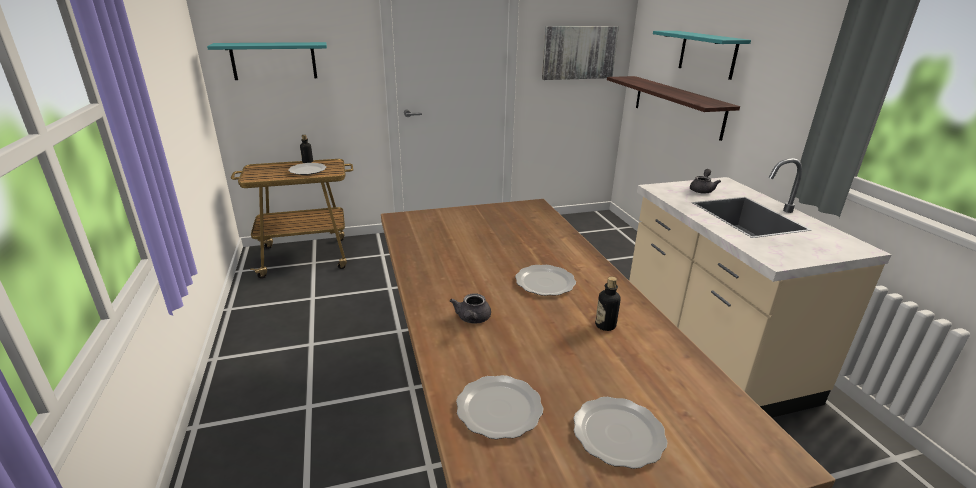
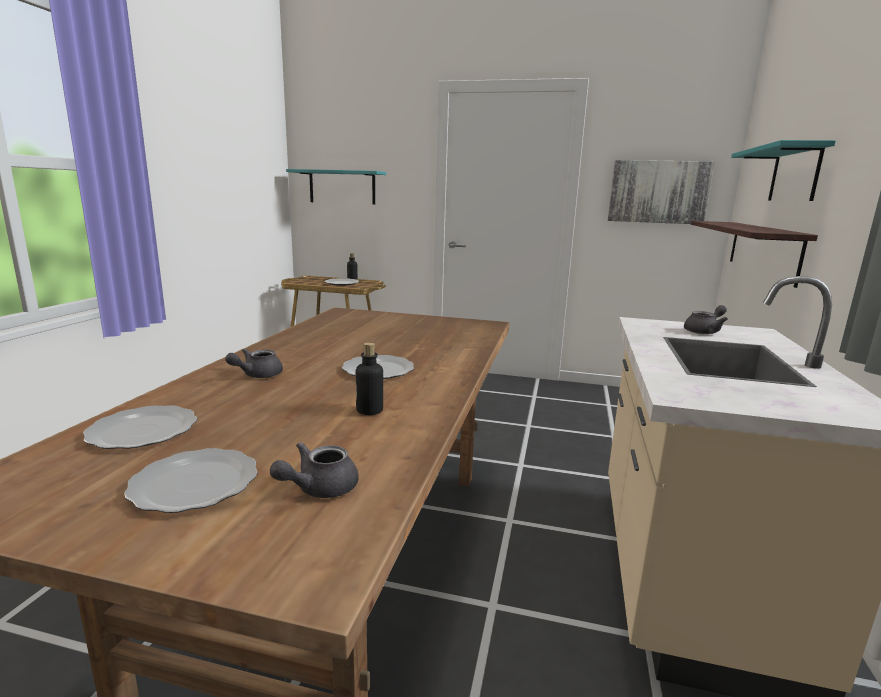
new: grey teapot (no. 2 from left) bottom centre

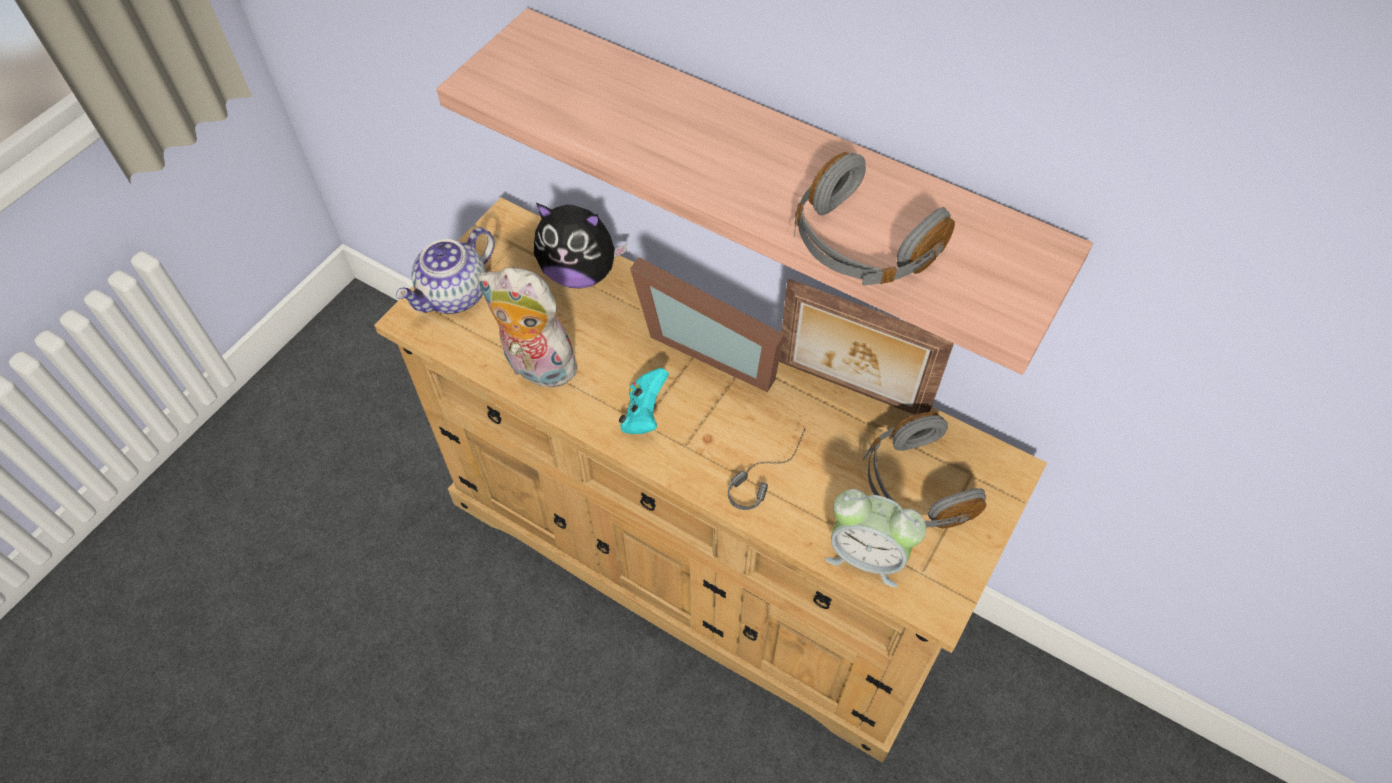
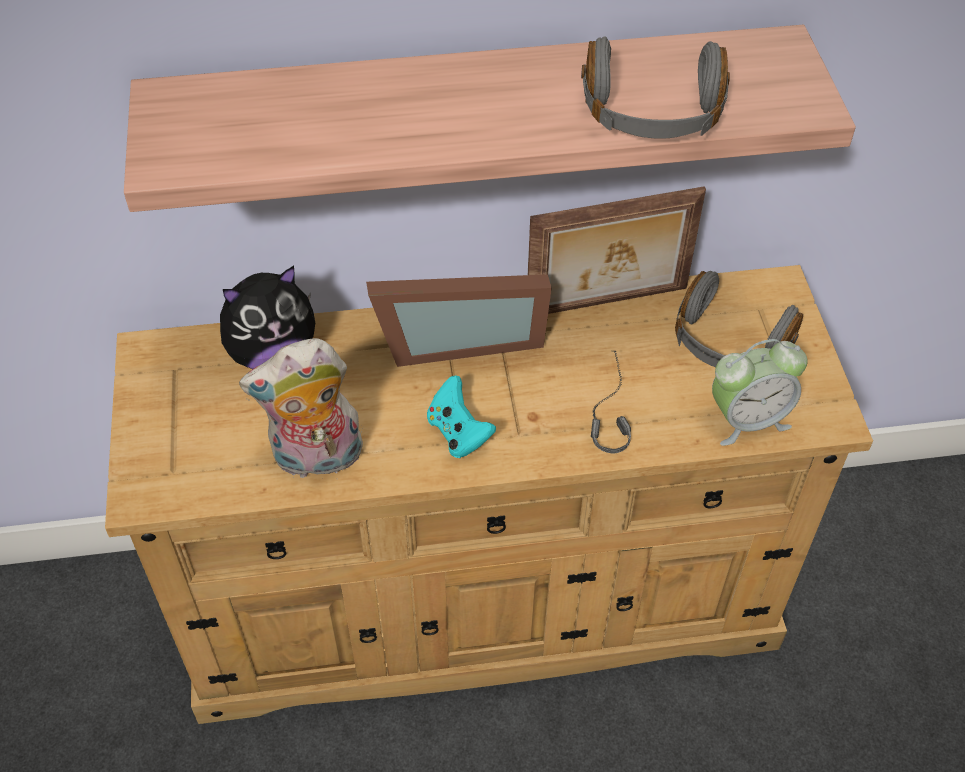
gone: teapot middle left

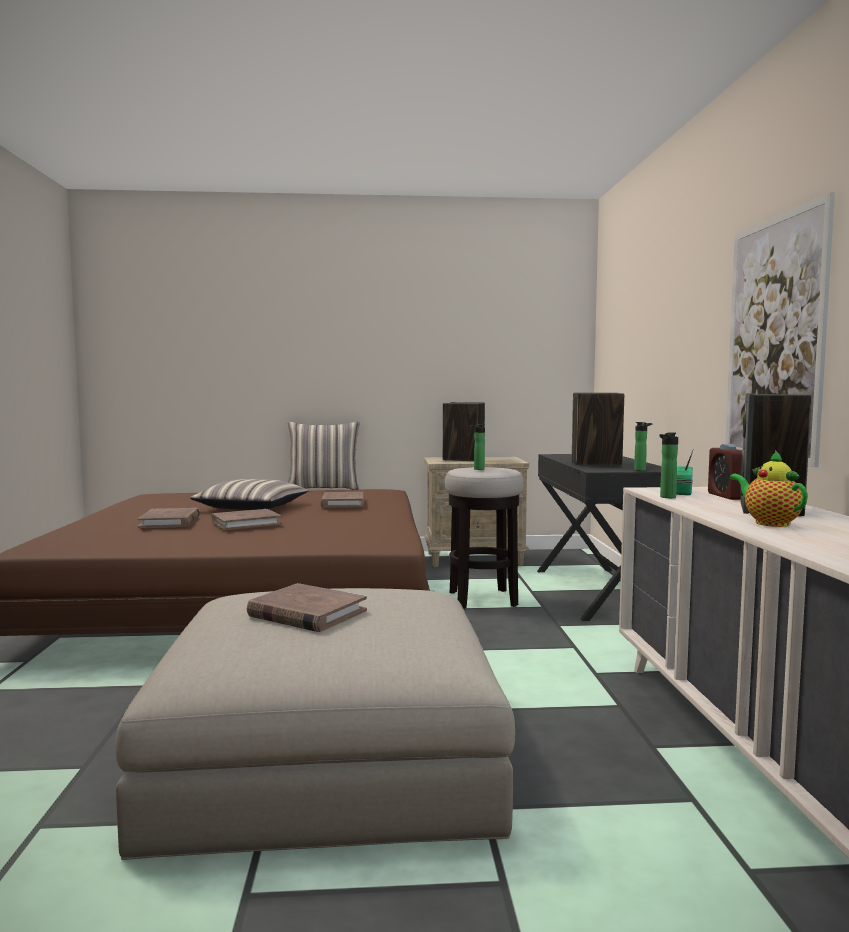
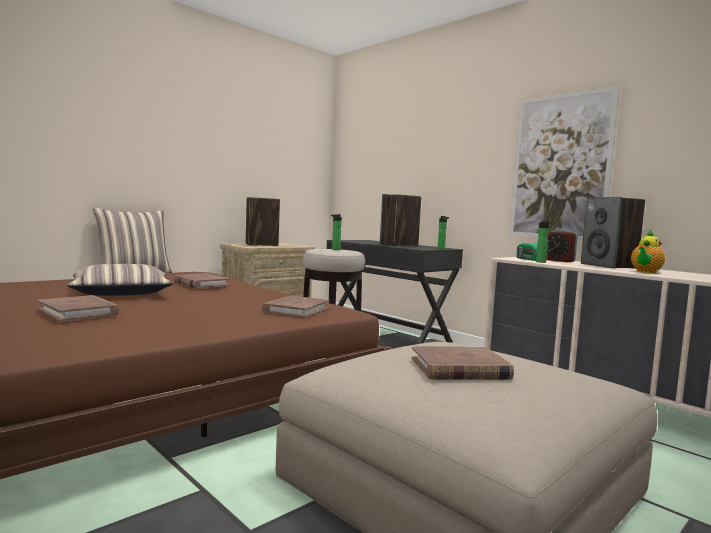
shifted: brown book (no. 2 from left in the first image) middle left to brown book (no. 3 from left) centre
rotated: teapot middle right = middle right 75 degrees counterclockwise

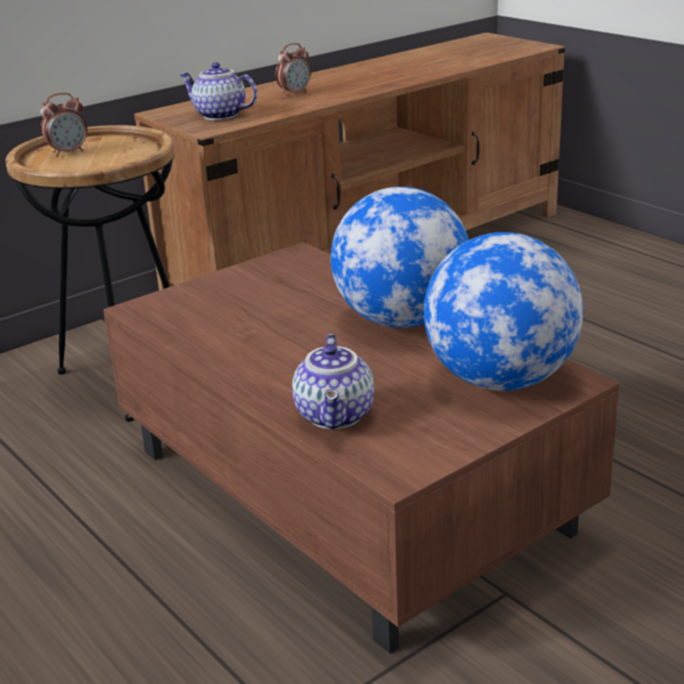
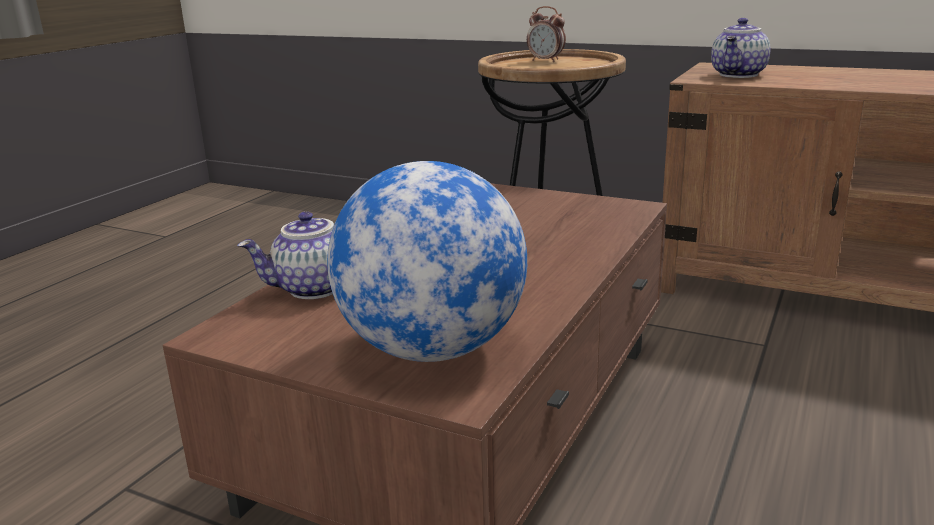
gone: alarm clock (no. 2 from left) top centre; globe (no. 1 from left) centre
rotated: teapot (no. 1 from left in the first image) top left = top right 150 degrees counterclockwise

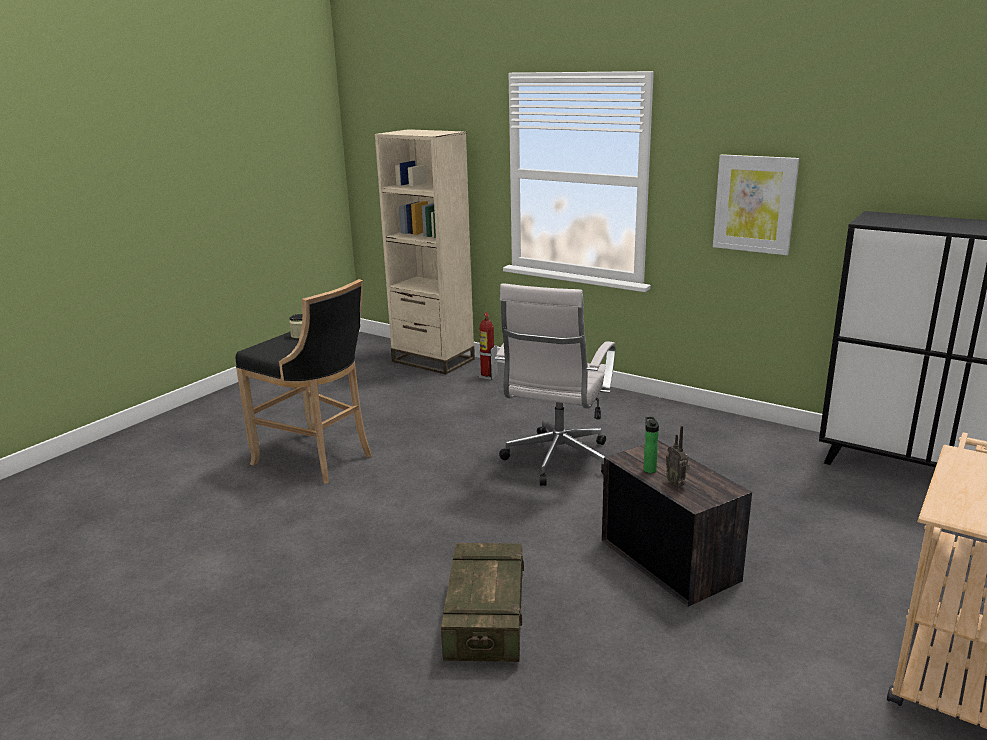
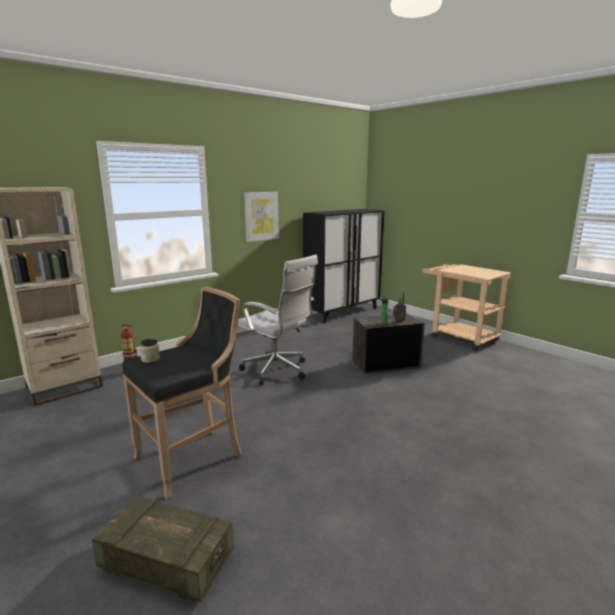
shifted: crate (no. 1 from left) bottom centre to bottom left

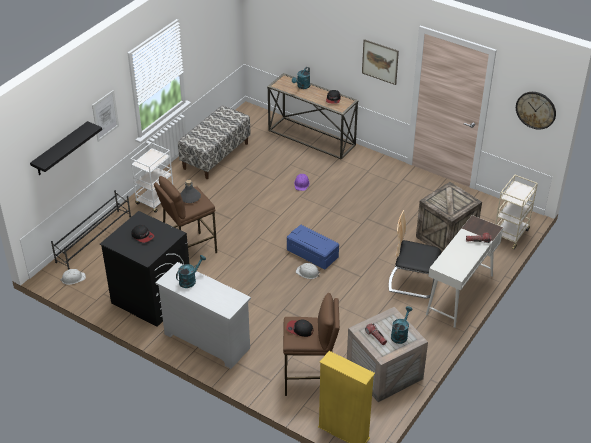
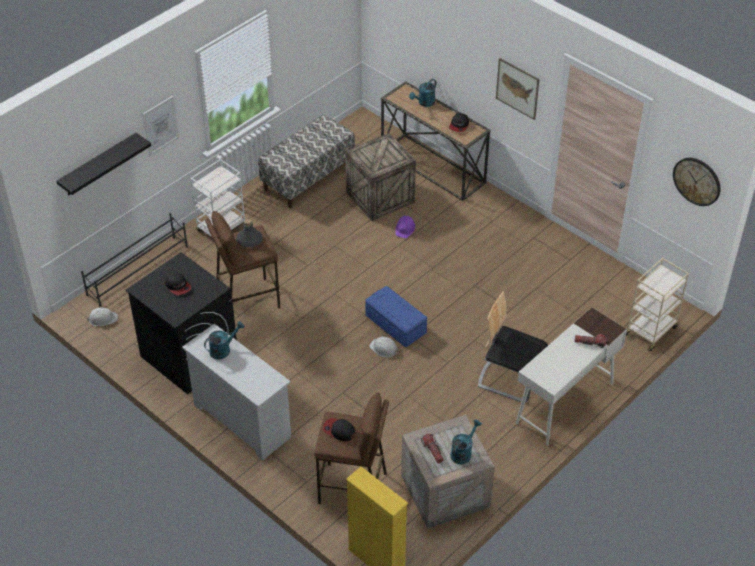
shifted: crate (no. 2 from left in the first image) middle right to crate (no. 1 from left) top centre

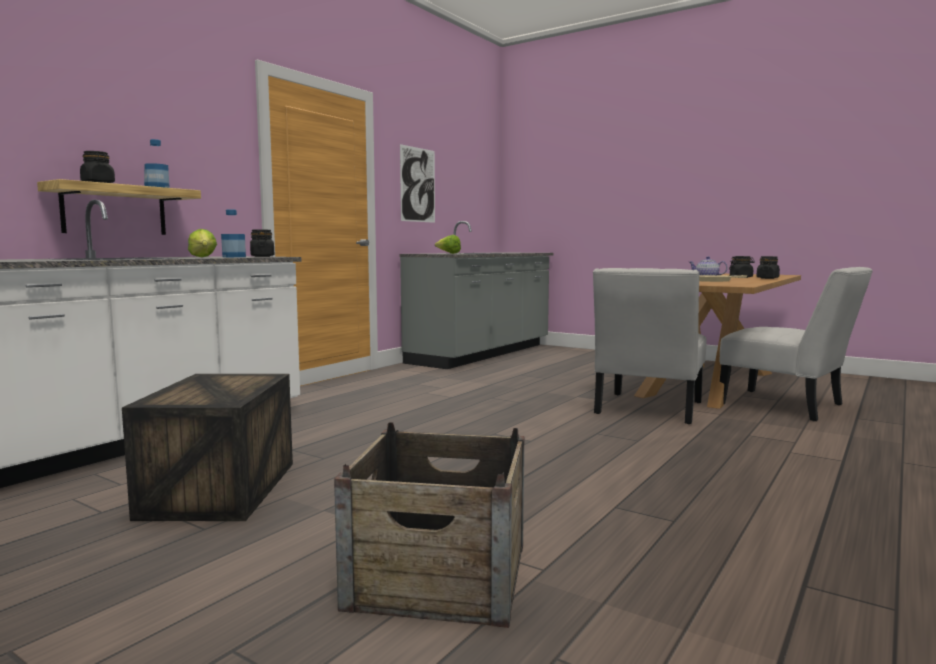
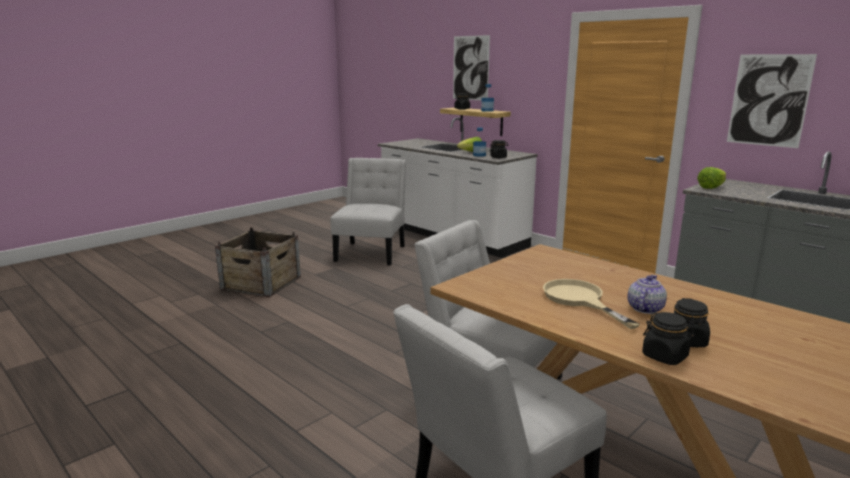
new: picture (no. 1 from left) top centre
swapped: crate (no. 1 from left) bottom left to white chair (no. 1 from left) centre

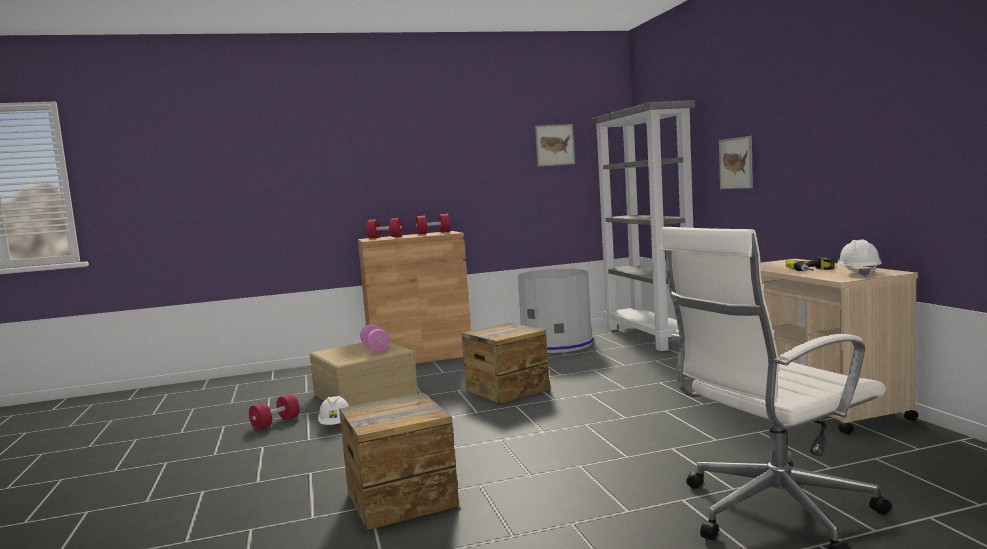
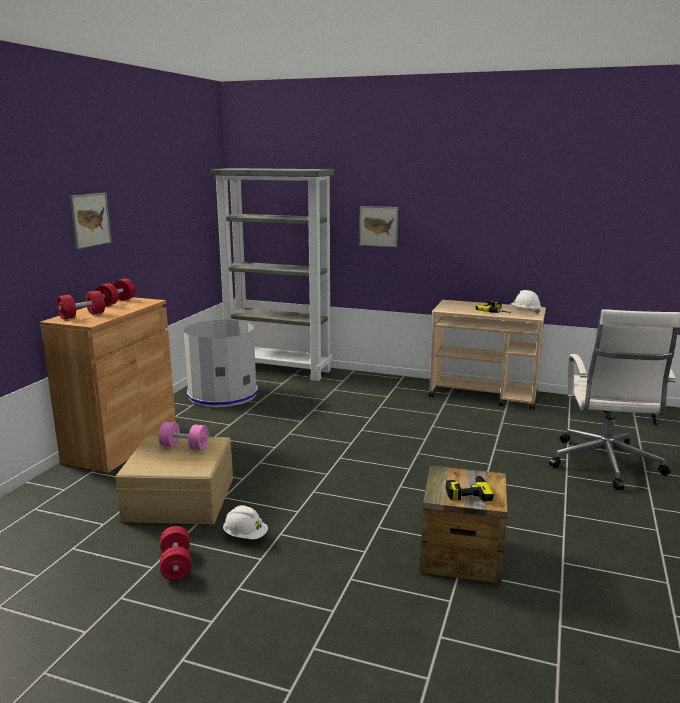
gone: crate (no. 2 from left) centre
new: power drill (no. 1 from left) bottom right
shifted: picture (no. 1 from left) top centre to top left

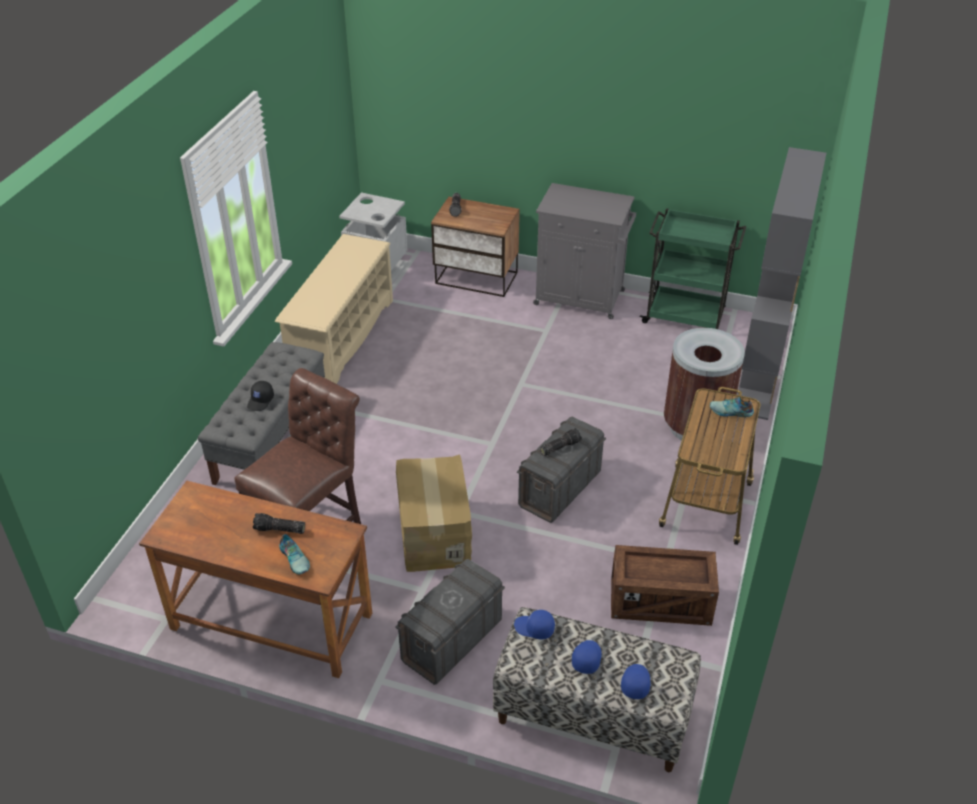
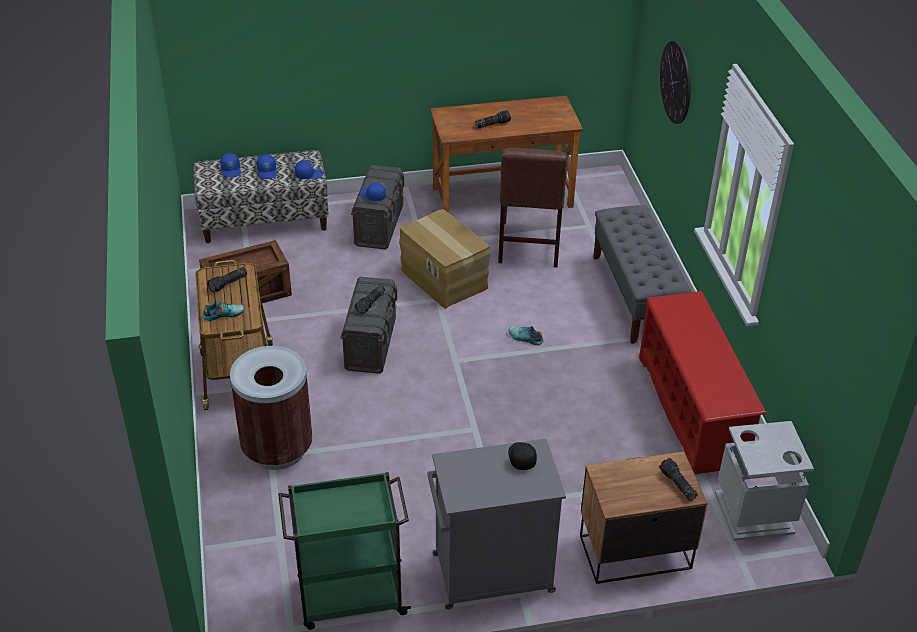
gone: grey bookcase middle right
new: flashlight (no. 1 from left) middle left; blue cap (no. 4 from left) top centre; wall clock top right
shifted: black cap middle left to bottom centre; shoe (no. 1 from left in the first image) bottom left to shoe (no. 2 from left) centre
repainted: beige shoe rack centre to red shoe rack middle right

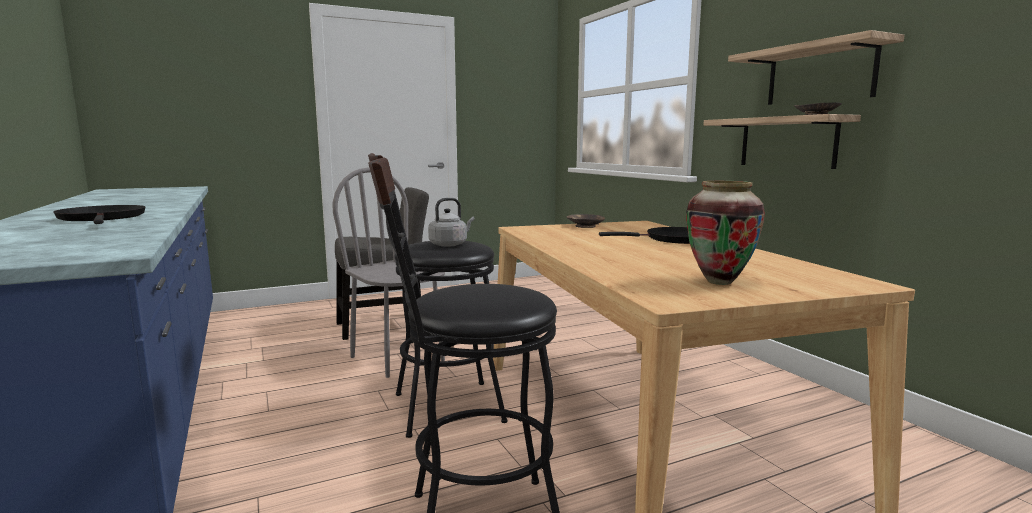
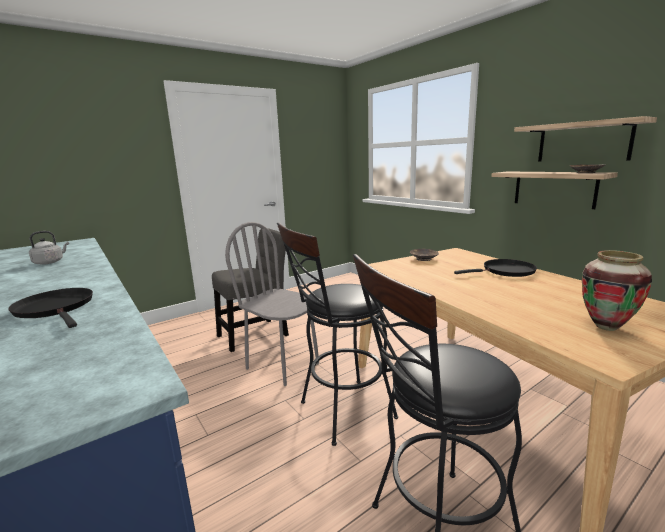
shifted: grey kettle centre to middle left

